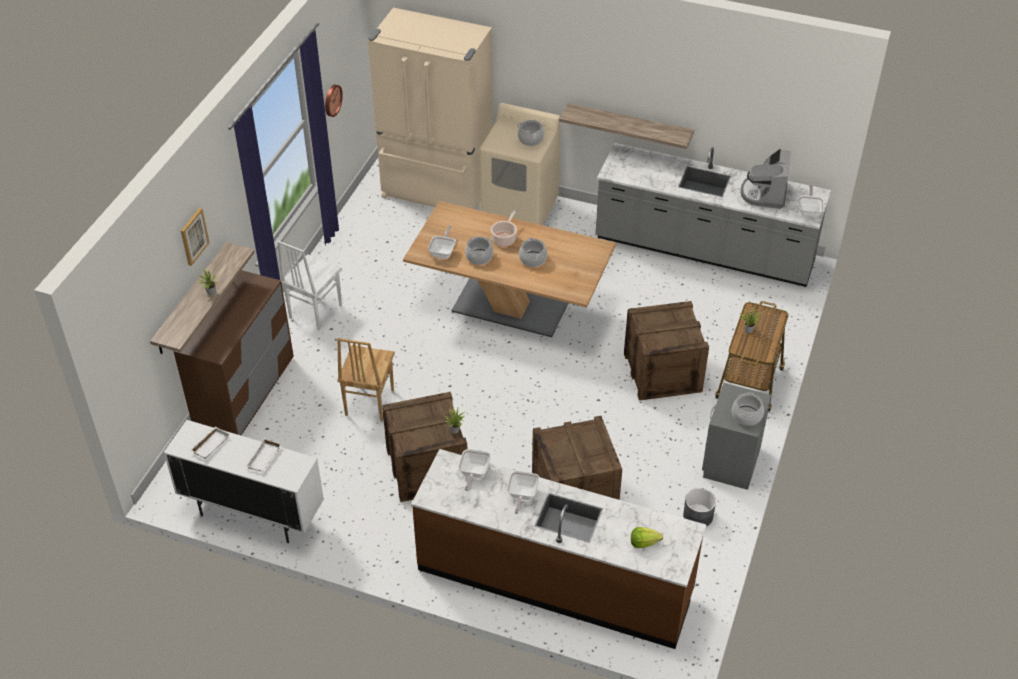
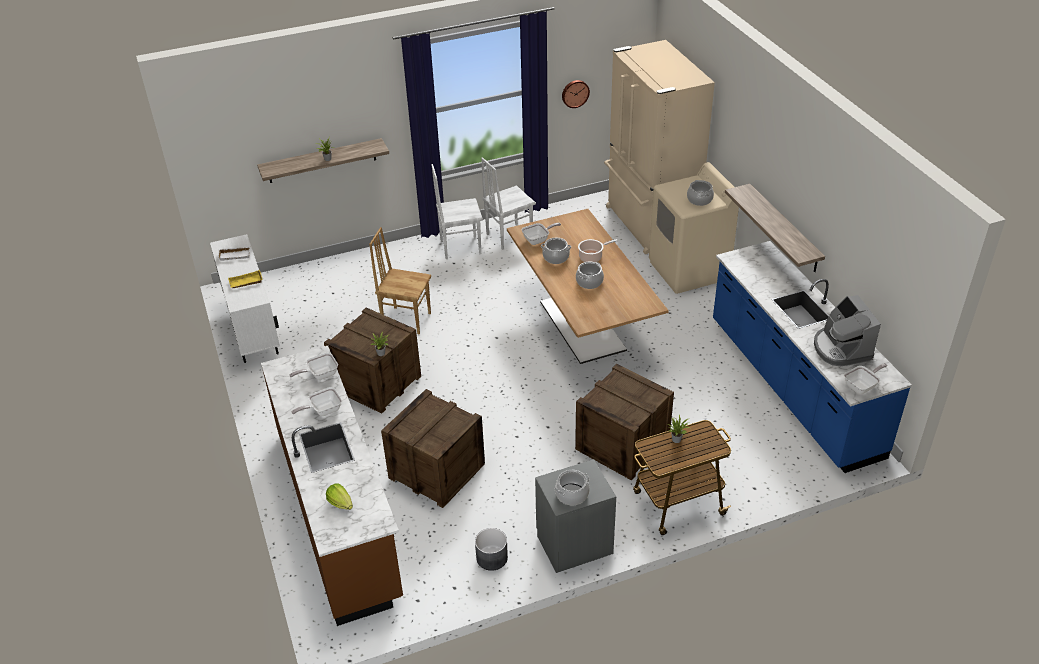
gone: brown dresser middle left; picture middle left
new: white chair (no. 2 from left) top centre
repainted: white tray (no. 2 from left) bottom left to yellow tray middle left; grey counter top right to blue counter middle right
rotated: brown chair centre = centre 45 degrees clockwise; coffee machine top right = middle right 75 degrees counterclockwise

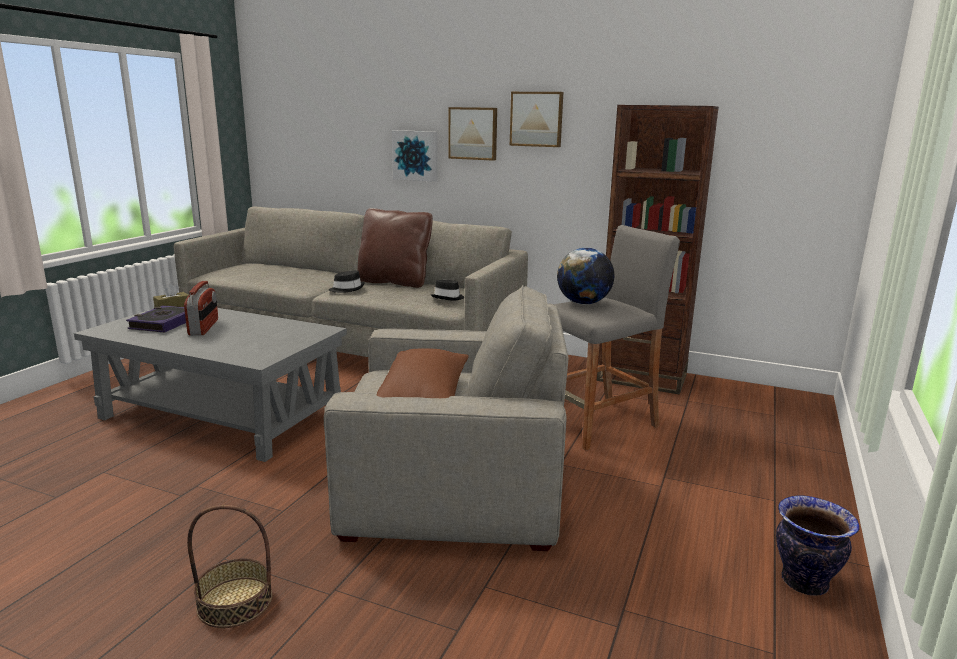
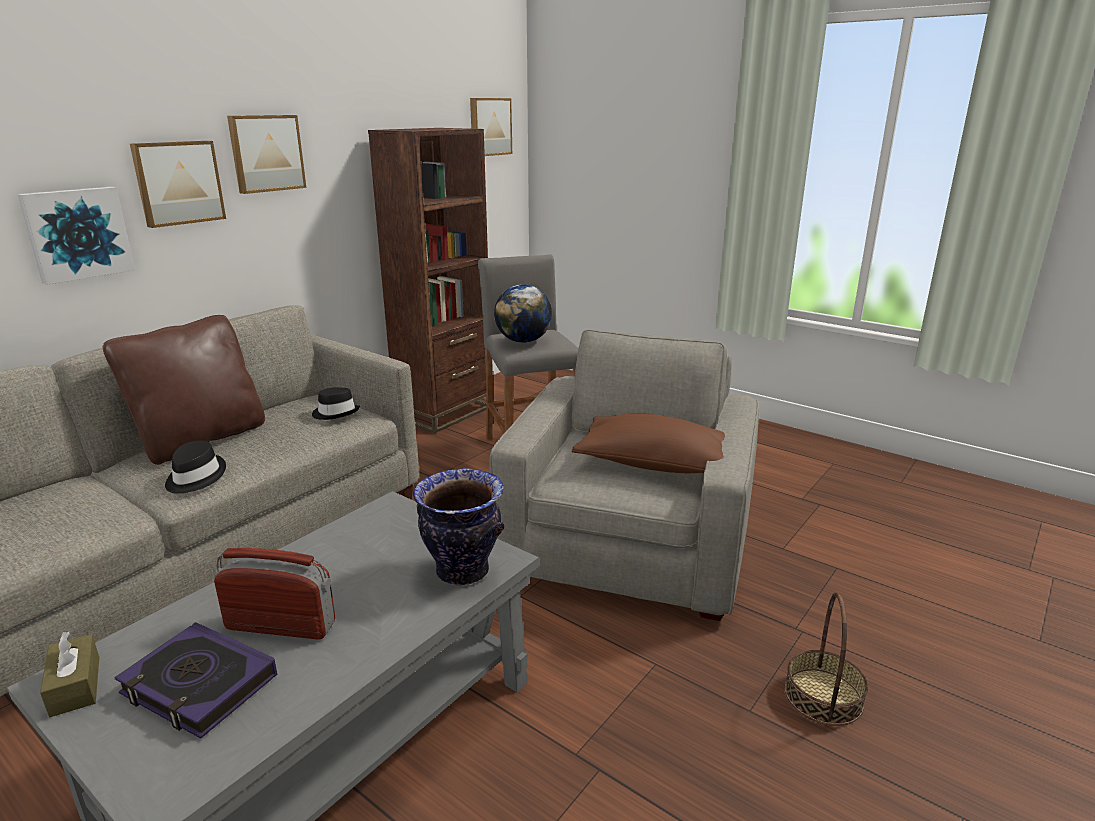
new: picture (no. 4 from left) top centre
shifted: vase bottom right to centre

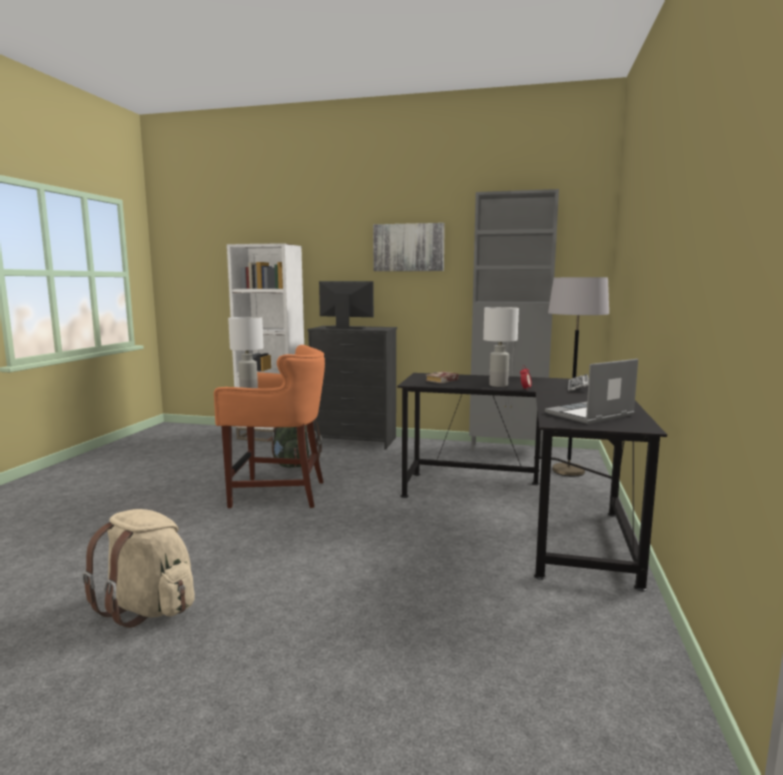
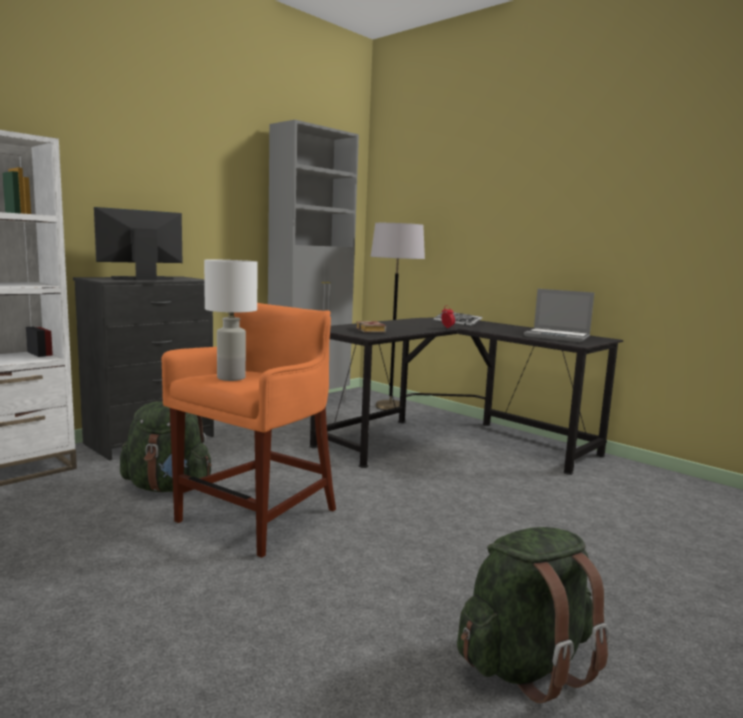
gone: picture top centre; white table lamp (no. 2 from left) centre
repainted: beige backpack bottom left to green backpack (no. 2 from left) bottom right
rotated: laptop middle right = middle right 60 degrees counterclockwise

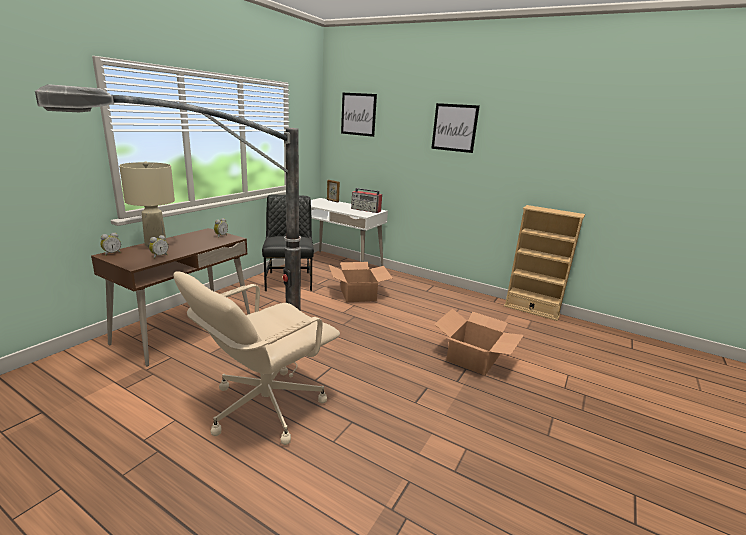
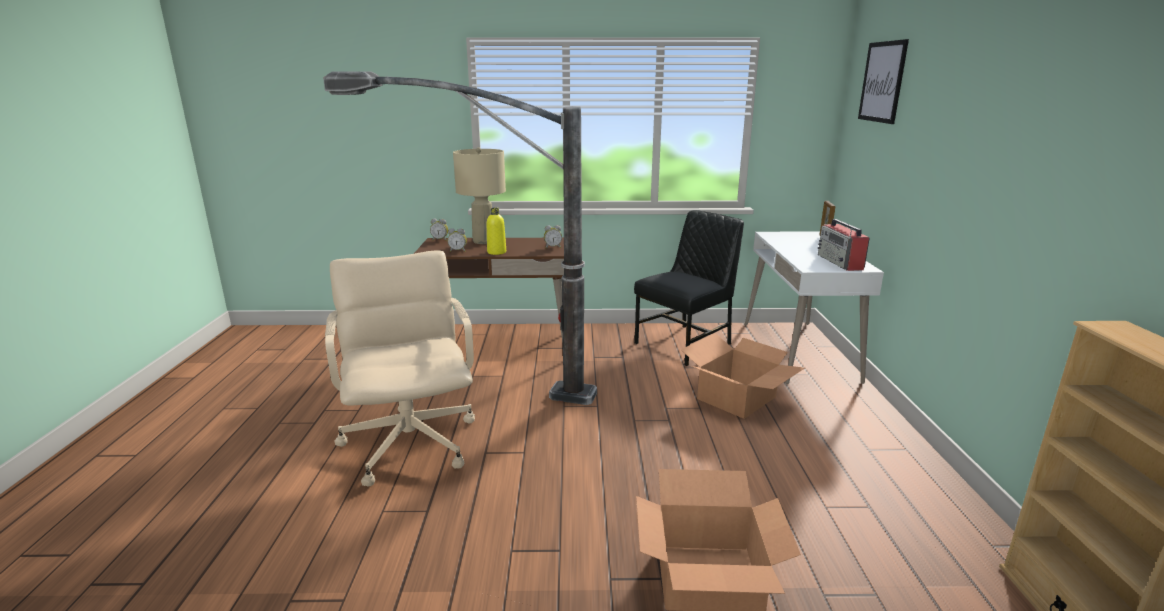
gone: picture (no. 2 from left) top centre
new: yellow bottle centre
rotated: beige office chair bottom centre = centre 60 degrees clockwise

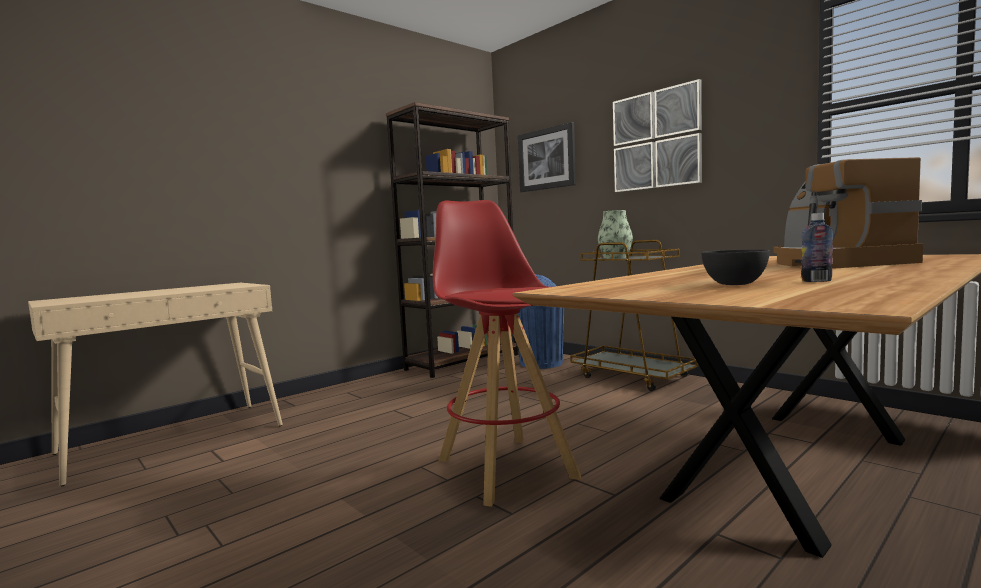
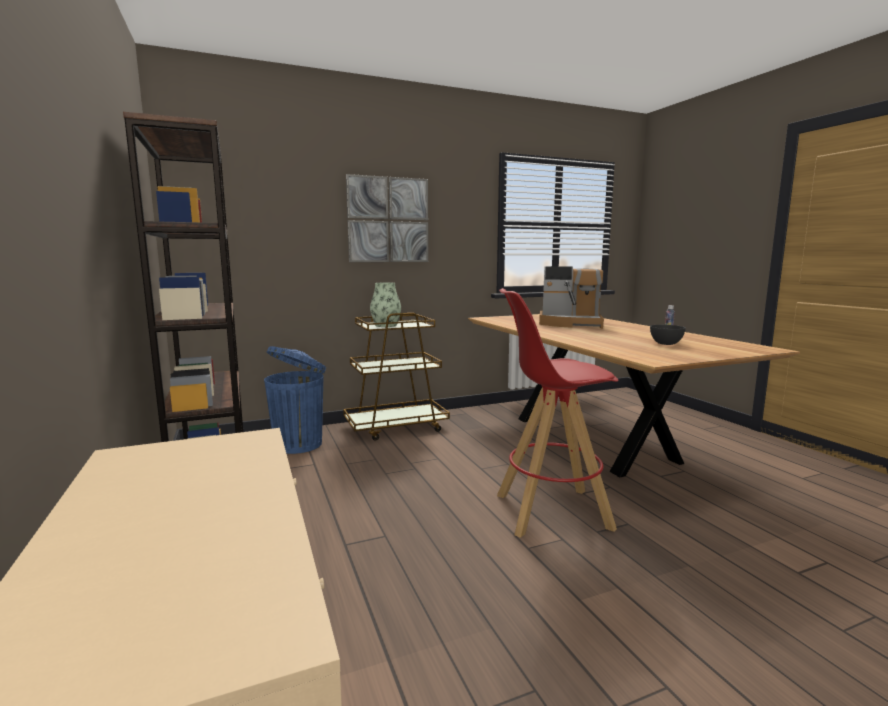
gone: picture (no. 1 from left) top centre

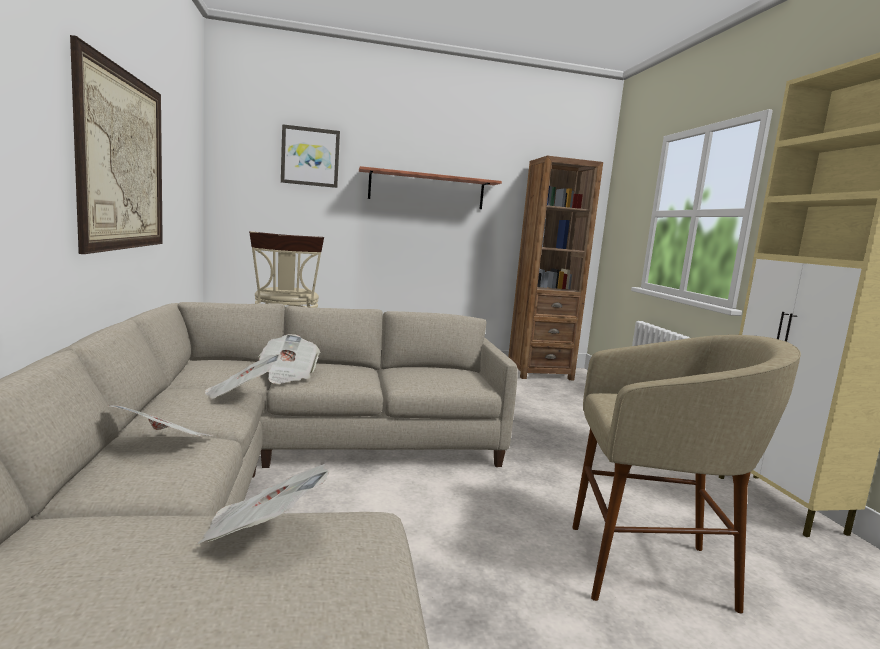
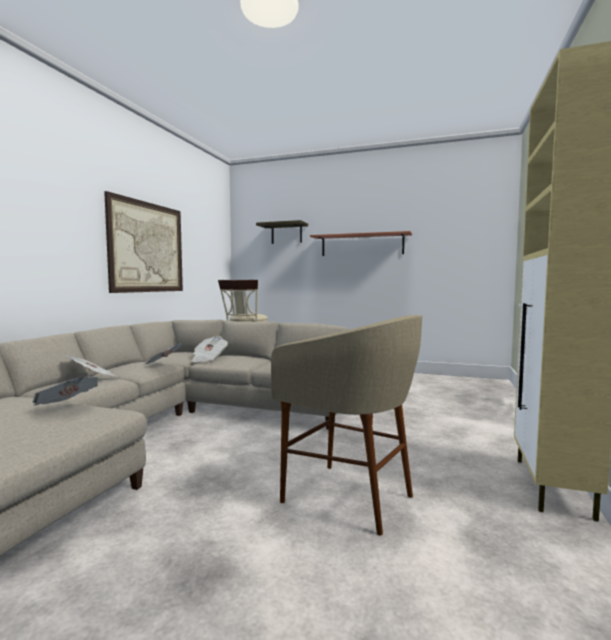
gone: brown bookcase centre
swapped: picture (no. 2 from left) top centre to shelf (no. 1 from left) centre

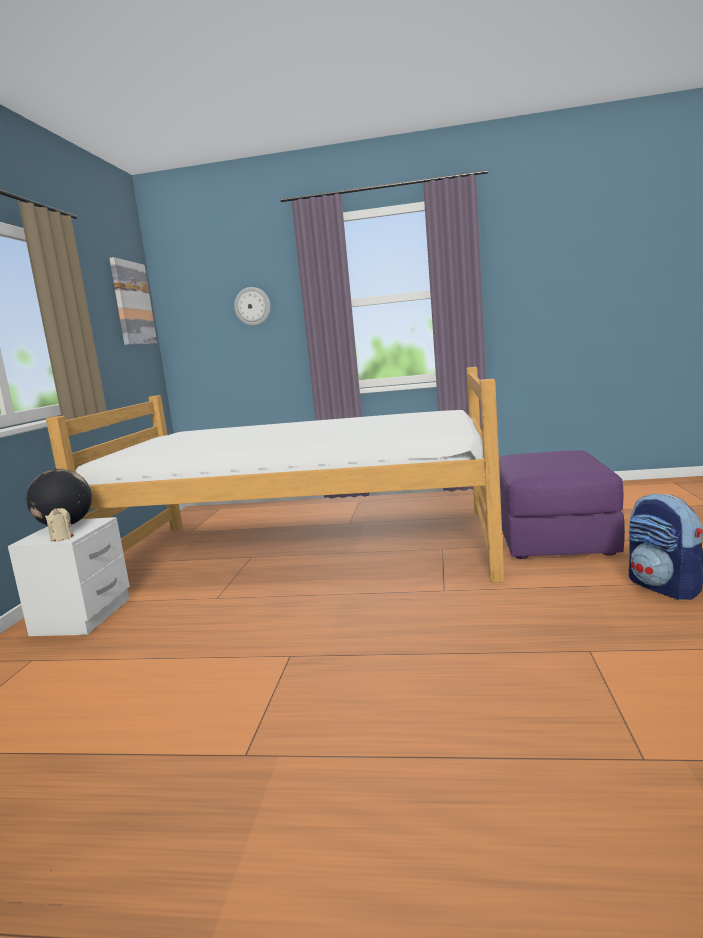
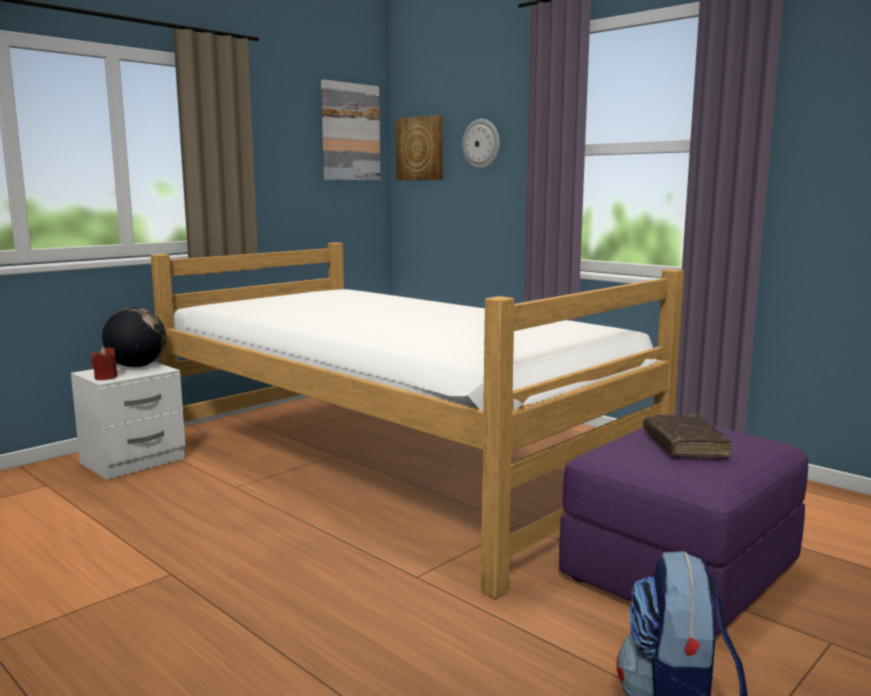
new: picture (no. 2 from left) top centre; brown book middle right
repainted: beige candle middle left to red candle middle left

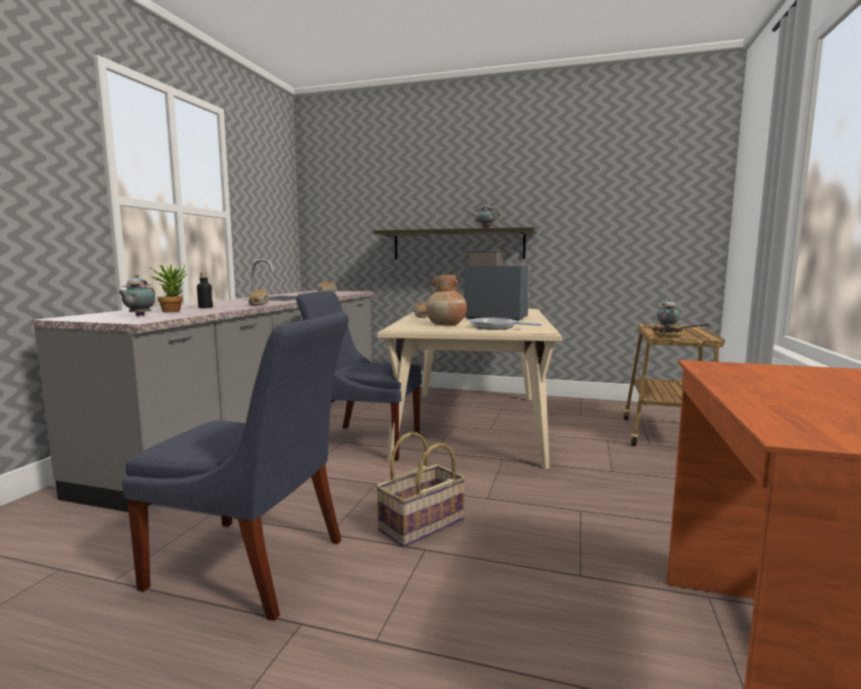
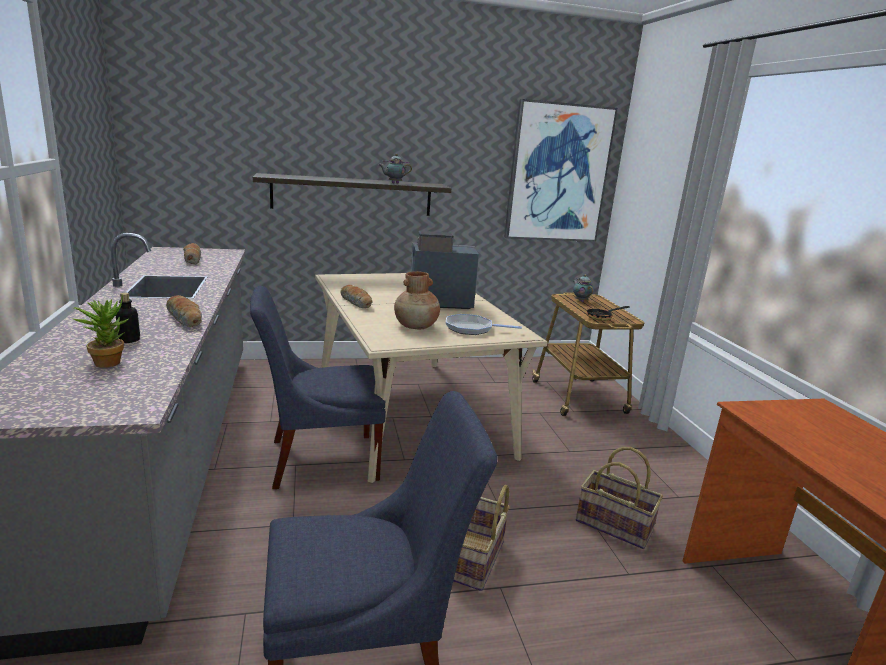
gone: teapot (no. 1 from left) middle left
new: picture top centre; basket (no. 2 from left) bottom right

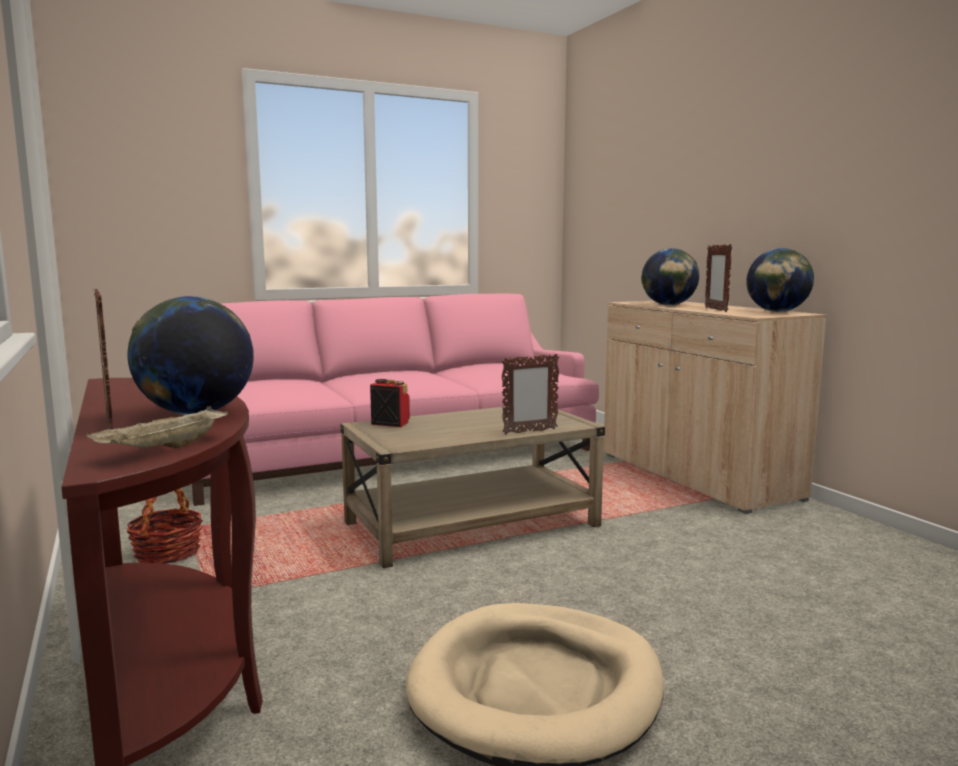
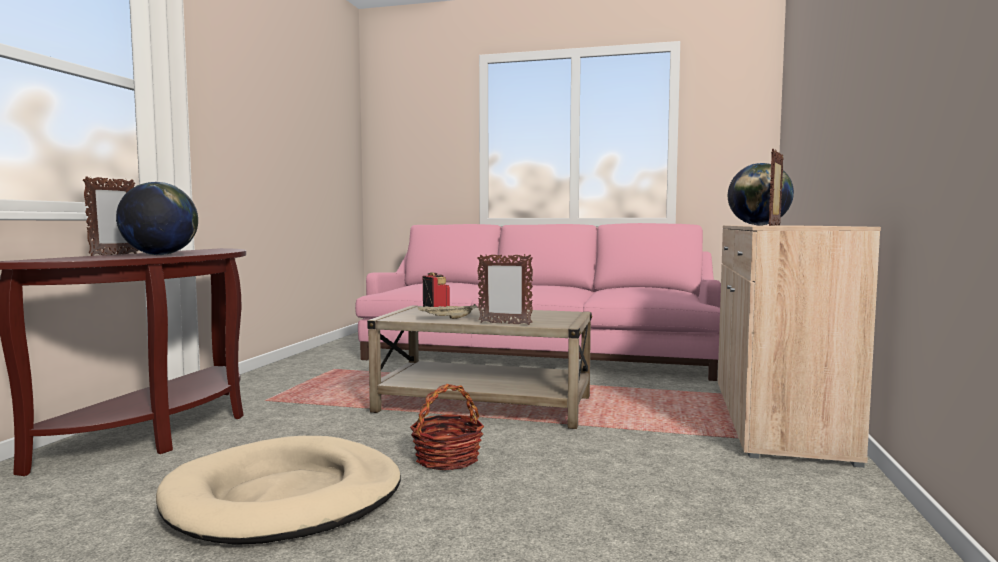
gone: globe (no. 3 from left) middle right
shifted: basket bottom left to bottom centre; beige tray middle left to centre

